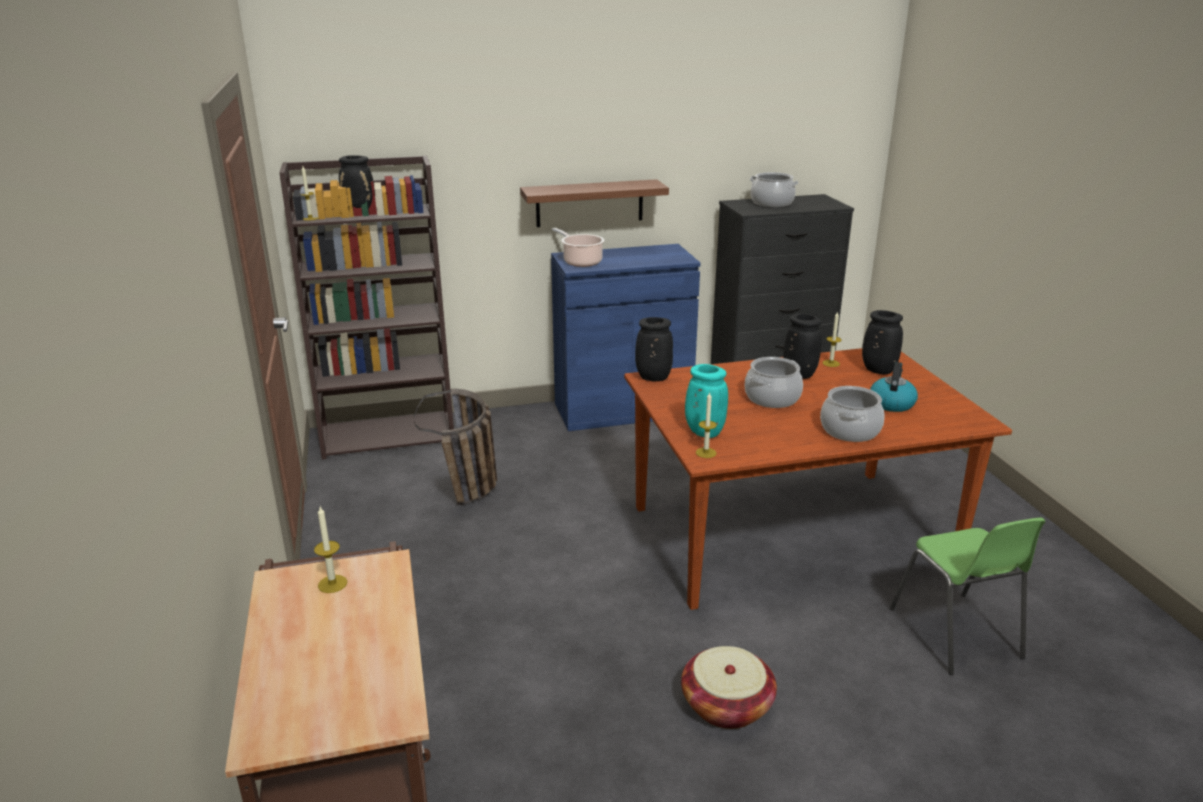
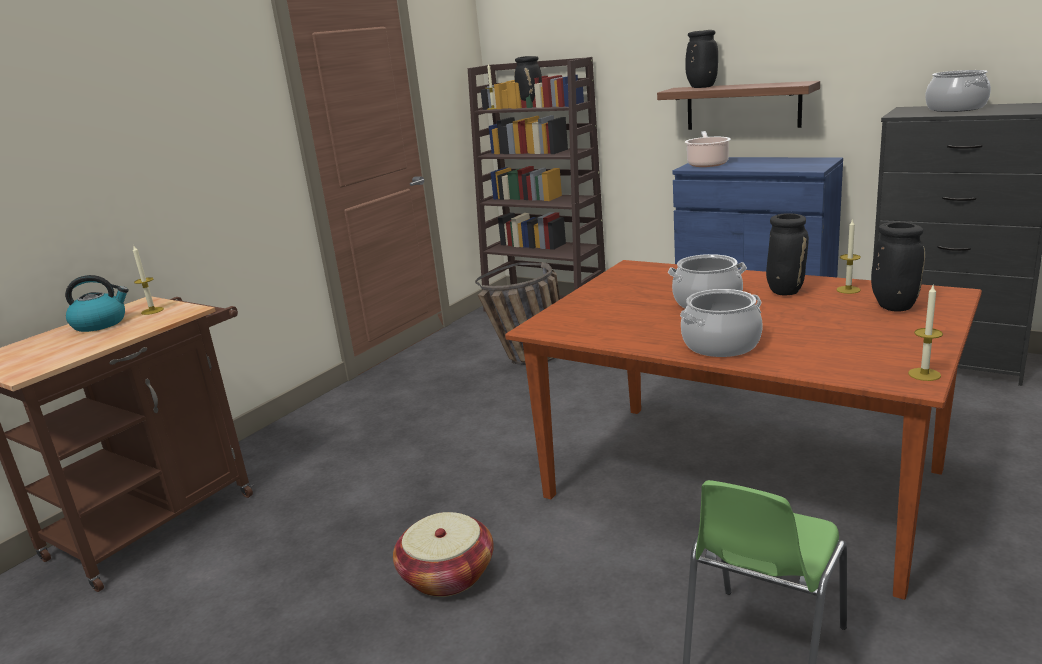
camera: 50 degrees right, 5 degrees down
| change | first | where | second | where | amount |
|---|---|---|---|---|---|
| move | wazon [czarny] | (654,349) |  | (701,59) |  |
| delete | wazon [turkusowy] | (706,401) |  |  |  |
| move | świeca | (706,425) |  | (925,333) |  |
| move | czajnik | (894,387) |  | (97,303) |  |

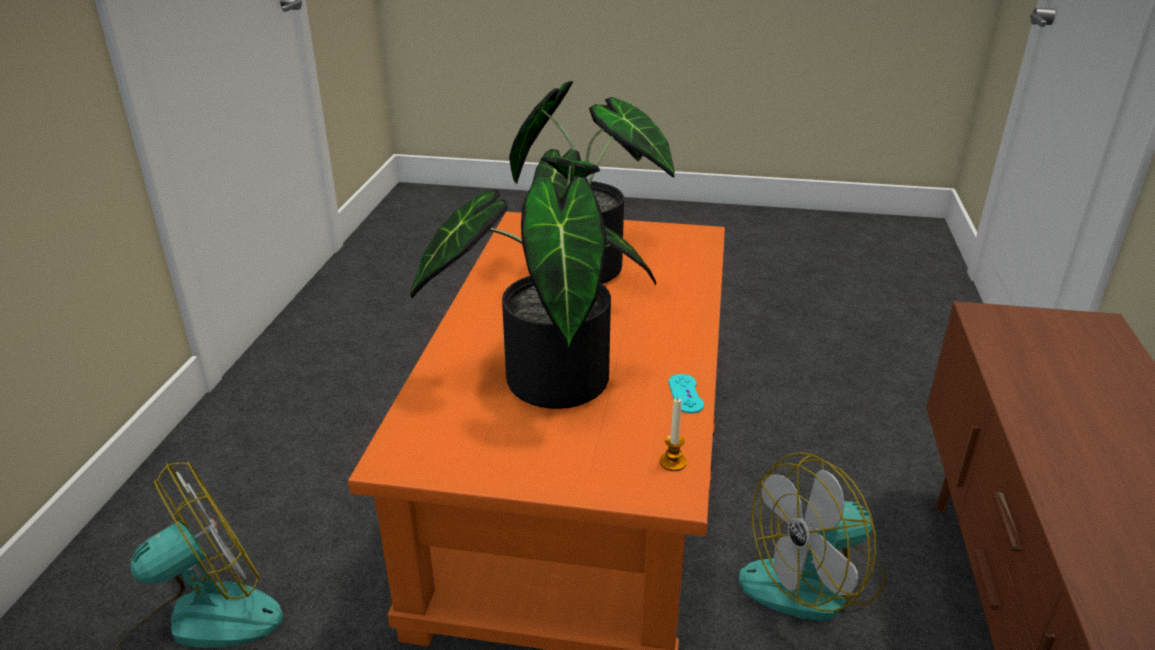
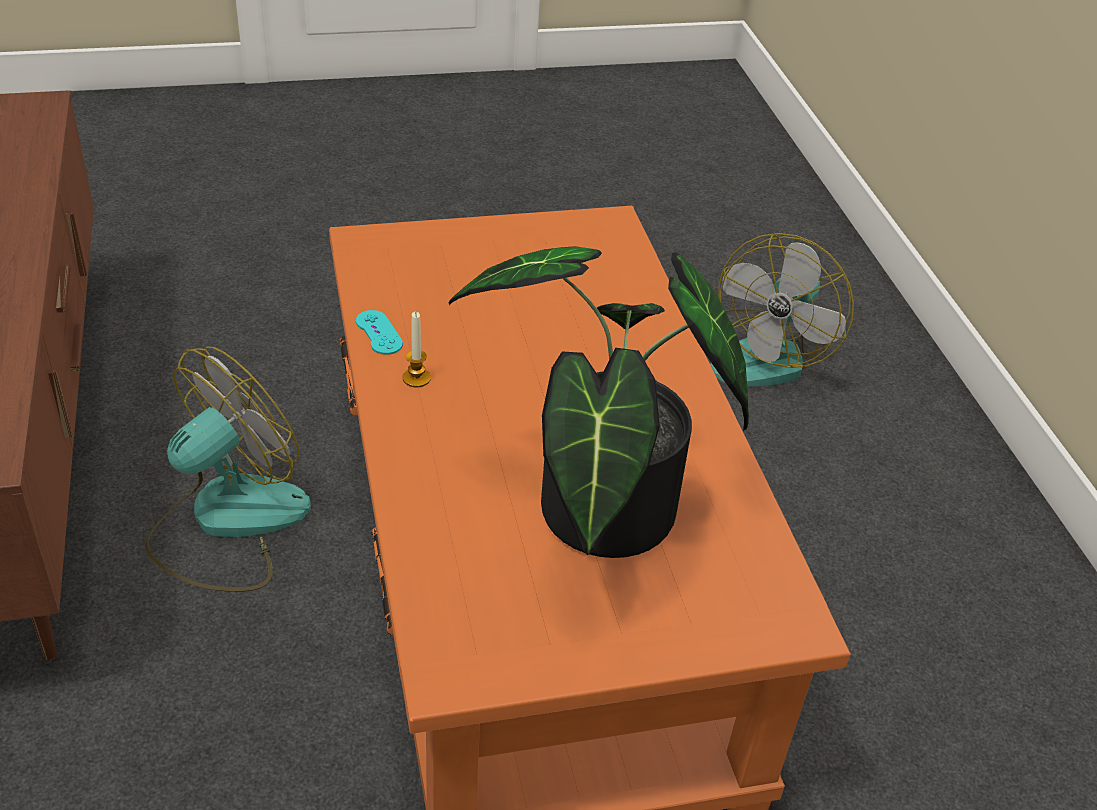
camera: 155 degrees right, 10 degrees up
| change | first | where | second | where | amount |
|---|---|---|---|---|---|
| delete | roślina doniczkowa | (533,282) |  |  |  |
| move | świeca | (673,434) |  | (417,349) |  |

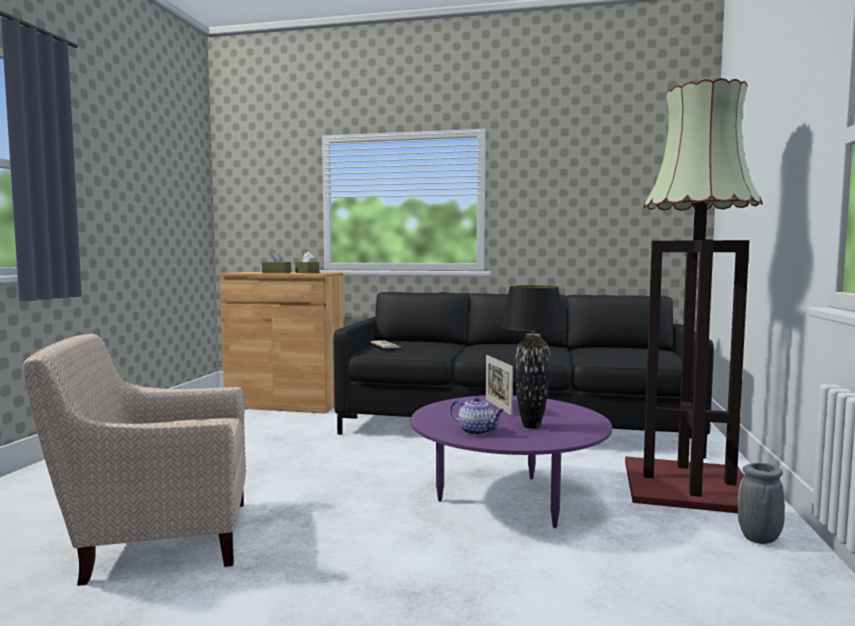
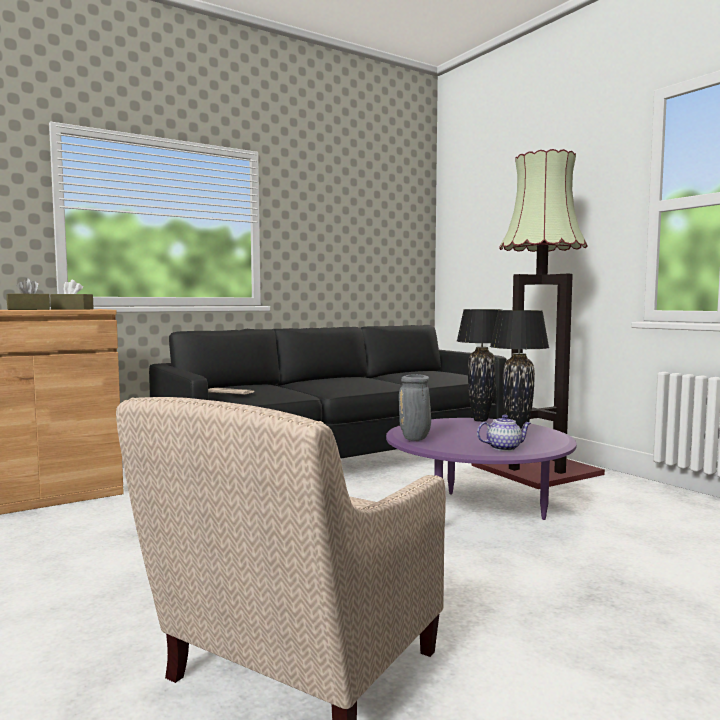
camera: 45 degrees left, 0 degrees up
| change | first | where | second | where | amount |
|---|---|---|---|---|---|
| delete | ramka na zdjęcie | (499,385) |  |  |  |
| move | wazon [szary] | (761,503) |  | (415,407) |  |
| insert |  |  | lampa stołowa [czarny] | (479,365) |  |

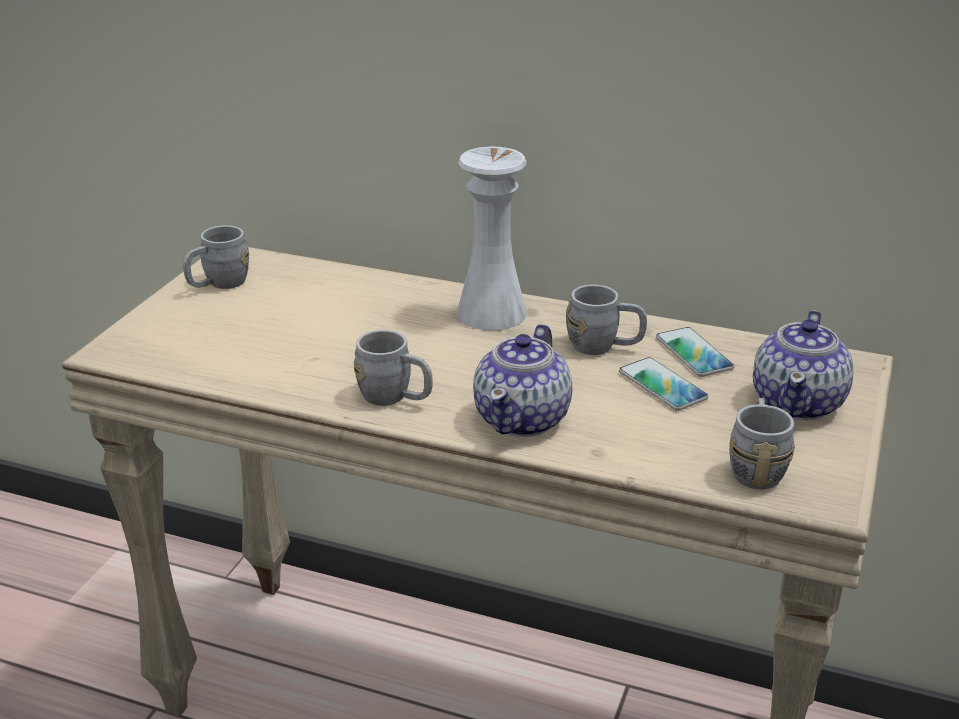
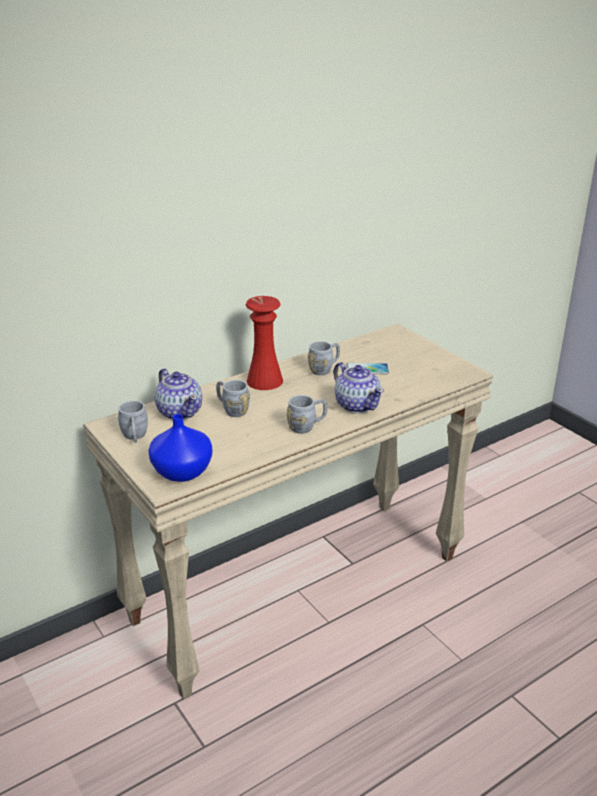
camera: 55 degrees left, 0 degrees up
| change | first | where | second | where | amount |
|---|---|---|---|---|---|
| recolor | wazon [biały] | (491,238) | wazon [czerwony] | (264,343) |  |
| delete | telefon | (695,352) |  |  |  |
| move | kubek [szary] | (762,443) |  | (233,398) |  |
| move | imbryk | (803,365) |  | (178,394) |  |
| insert |  |  | wazon [niebieski] | (180,448) |  |

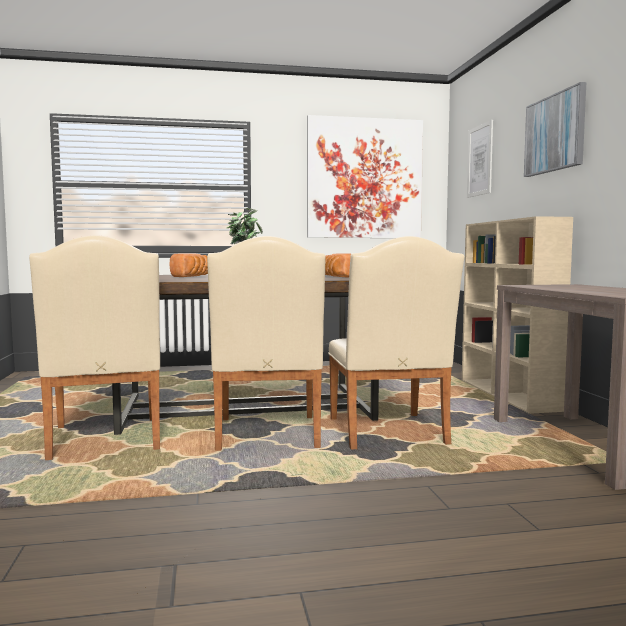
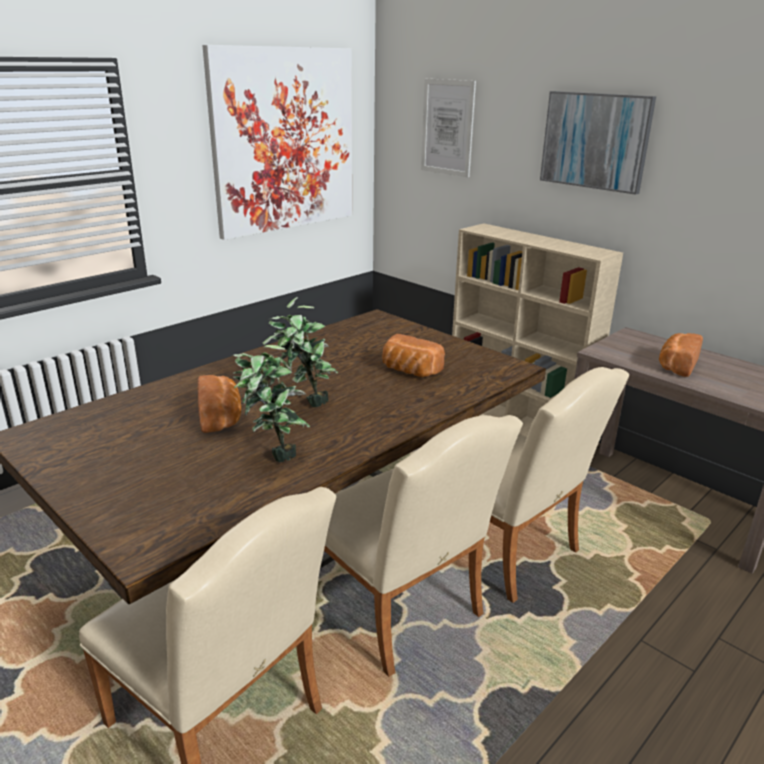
camera: 35 degrees left, 20 degrees up
| change | first | where | second | where | amount |
|---|---|---|---|---|---|
| insert |  |  | roślina doniczkowa | (270,397) |  |
| insert |  |  | chleb | (681,355) |  |

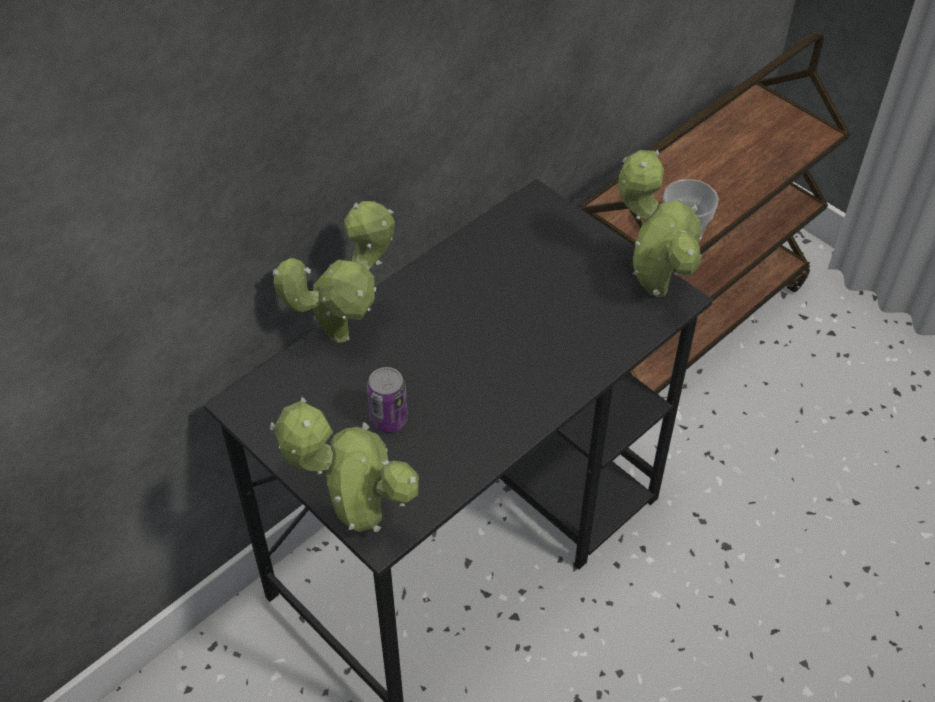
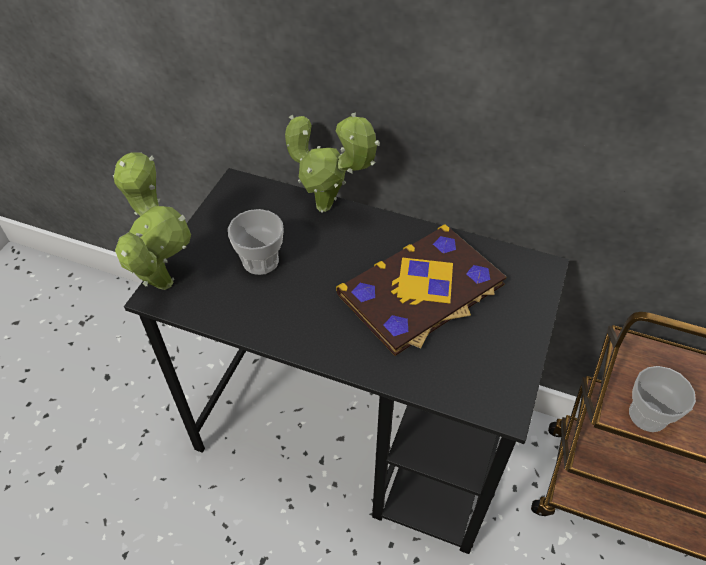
camera: 65 degrees right, 0 degrees up
| change | first | where | second | where | amount |
|---|---|---|---|---|---|
| replace | puszka | (387,400) | filiżanka | (256,242) |  |
| delete | roślina doniczkowa | (660,223) |  |  |  |
| insert |  |  | książka | (421,290) |  |

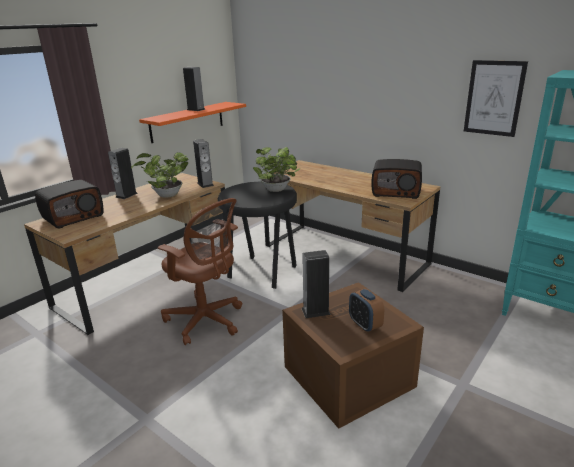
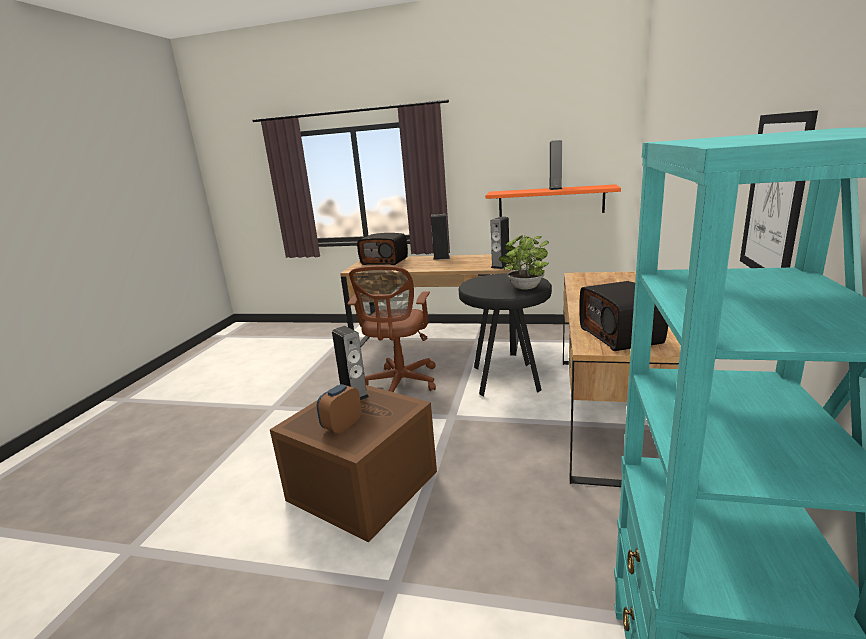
camera: 65 degrees right, 5 degrees down
| change | first | where | second | where | amount |
|---|---|---|---|---|---|
| delete | roślina doniczkowa | (160,175) |  |  |  |

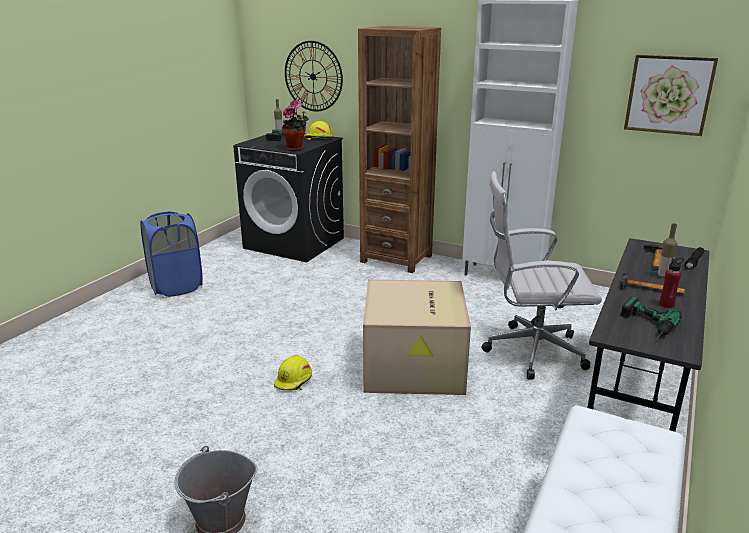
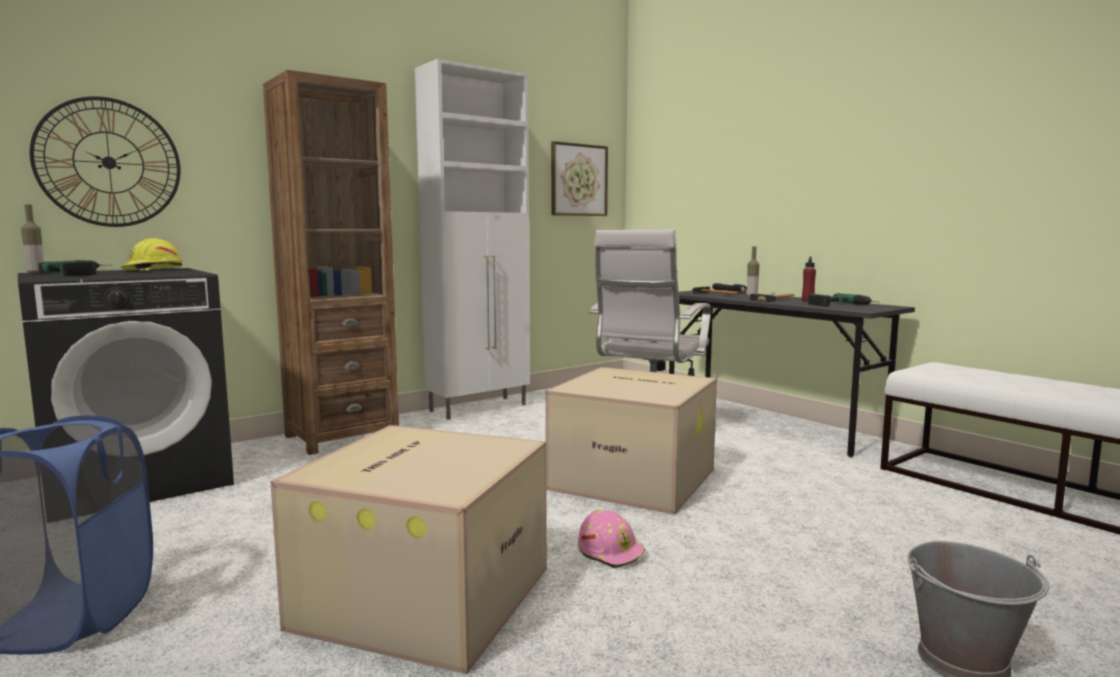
camera: 65 degrees left, 15 degrees down
| change | first | where | second | where | amount |
|---|---|---|---|---|---|
| recolor | kask [żółty] | (293,372) | kask [różowy] | (612,539) |  |
| delete | roślina doniczkowa | (295,125) |  |  |  |
| insert |  |  | karton | (408,549) |  |

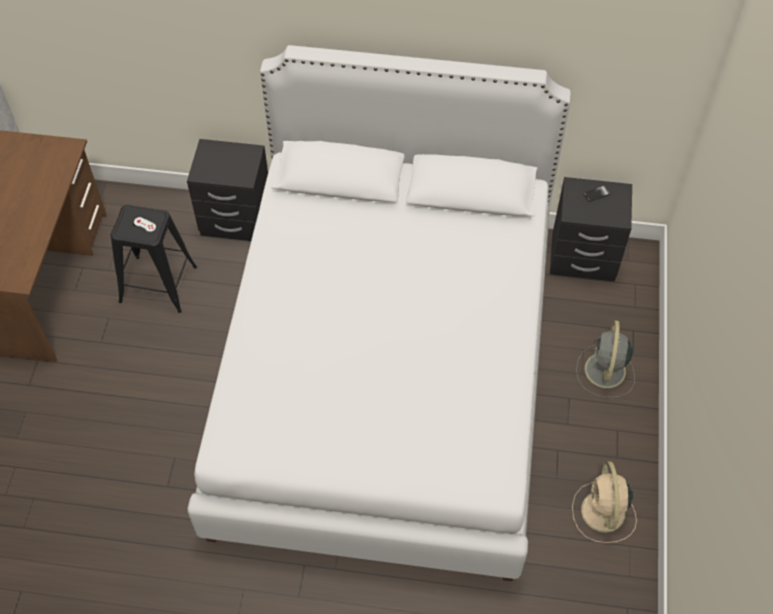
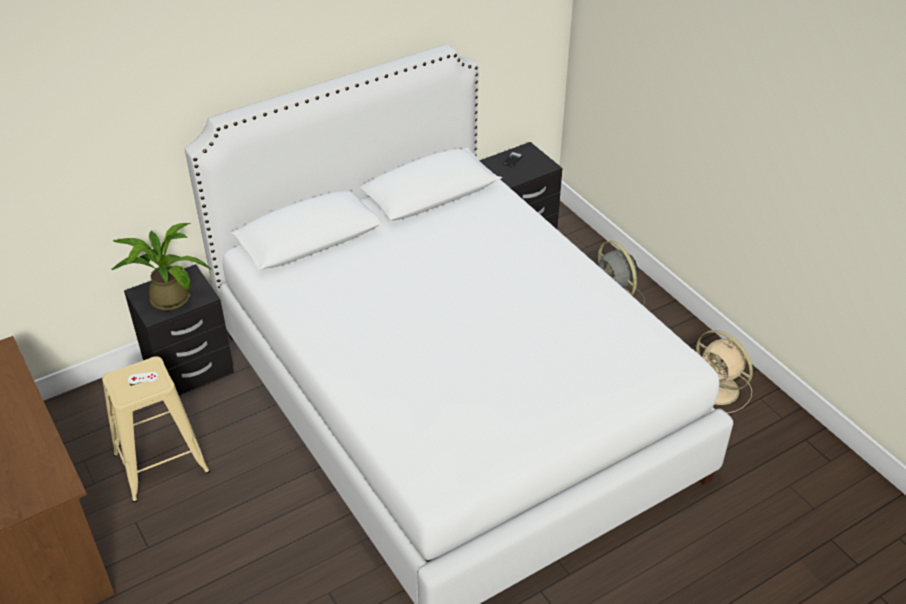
camera: 40 degrees left, 15 degrees down
| change | first | where | second | where | amount |
|---|---|---|---|---|---|
| recolor | stołek [czarny] | (154,259) | stołek [beżowy] | (156,429) |  |
| insert |  |  | roślina doniczkowa | (162,267) |  |

